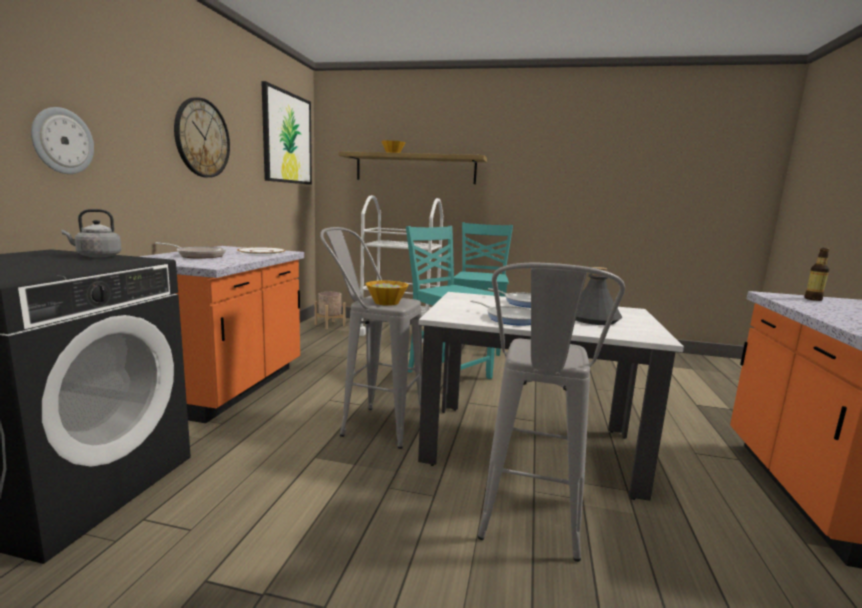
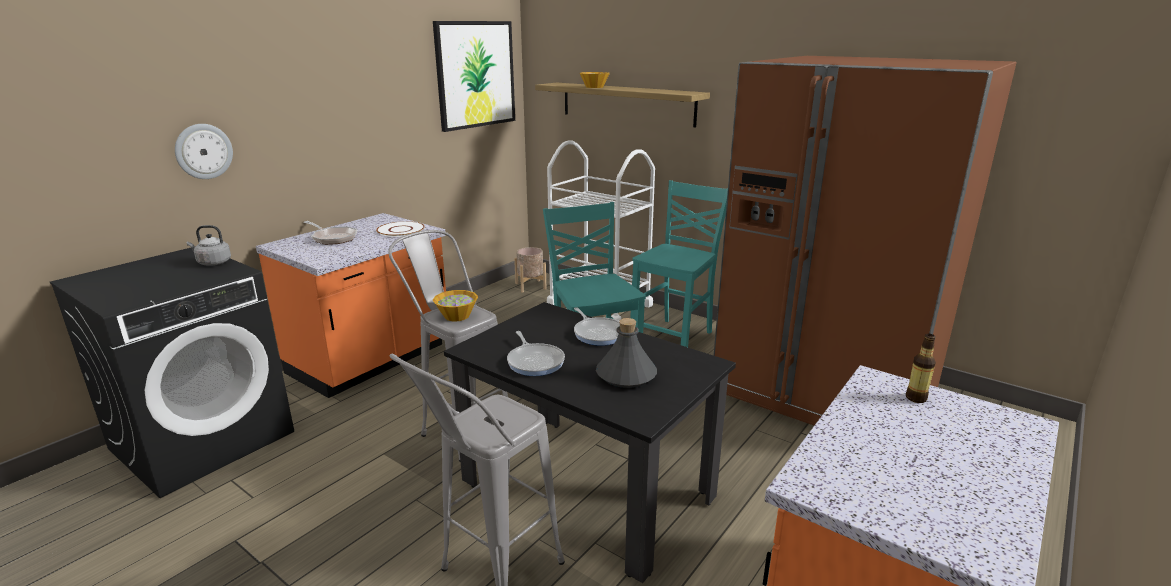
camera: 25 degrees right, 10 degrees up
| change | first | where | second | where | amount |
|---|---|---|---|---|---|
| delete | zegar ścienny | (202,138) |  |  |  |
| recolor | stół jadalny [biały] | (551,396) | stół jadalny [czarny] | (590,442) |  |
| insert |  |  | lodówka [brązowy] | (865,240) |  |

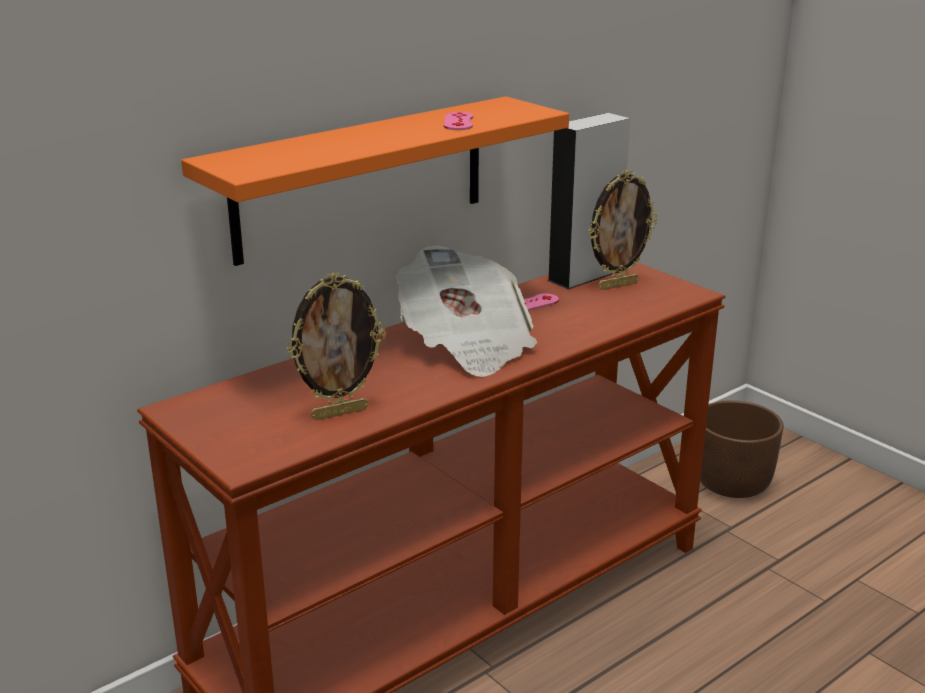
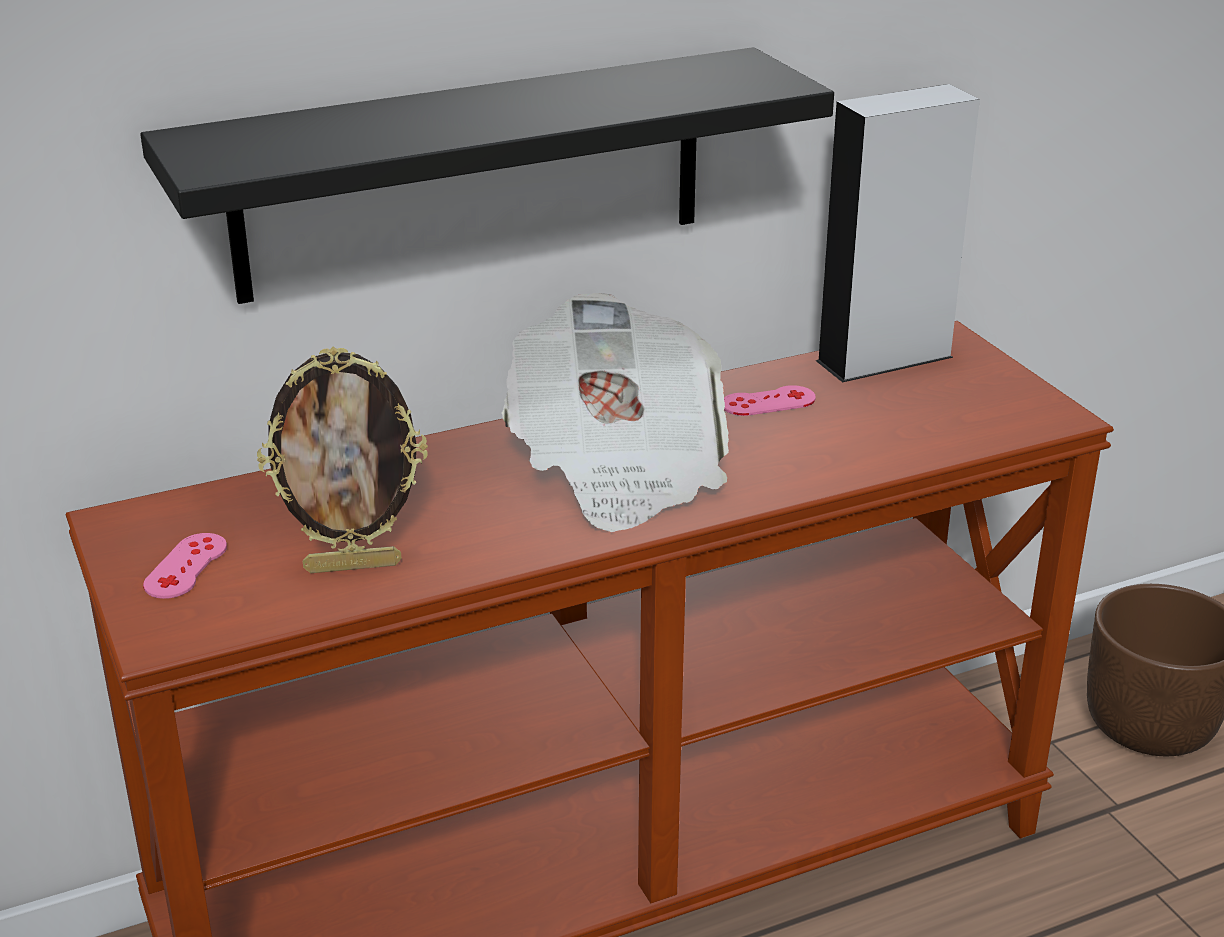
camera: 15 degrees right, 5 degrees up
| change | first | where | second | where | amount |
|---|---|---|---|---|---|
| recolor | półka [pomarańczowy] | (375,181) | półka [czarny] | (487,175) |  |
| move | pad do gier [różowy] | (458,121) |  | (185,566) |  |
| delete | ramka na zdjęcie | (622,230) |  |  |  |

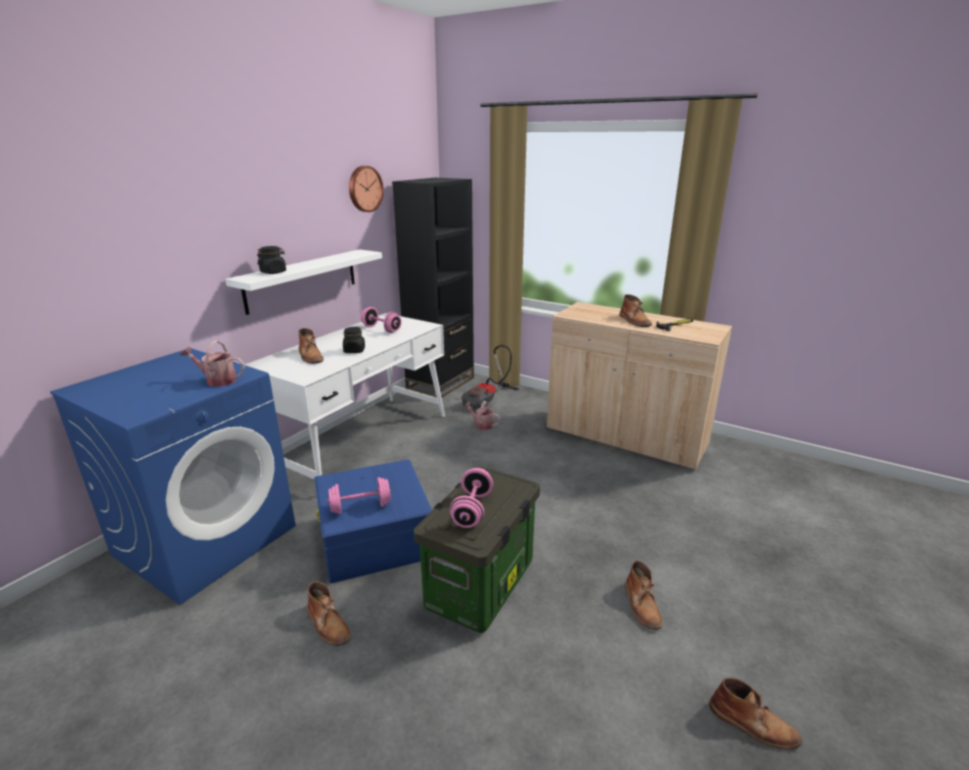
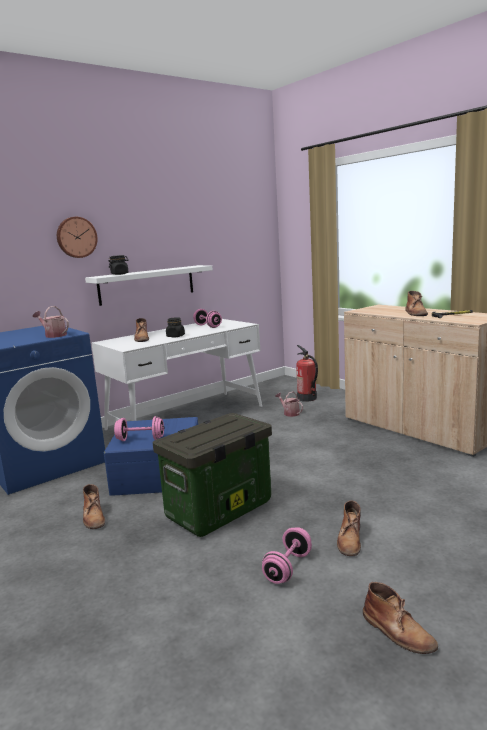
camera: 20 degrees right, 10 degrees down
| change | first | where | second | where | amount |
|---|---|---|---|---|---|
| move | zegar ścienny | (366,189) |  | (77,237) |  |
| delete | regał [czarny] | (433,288) |  |  |  |
| move | hantel [różowy] | (471,498) |  | (287,555) |  |
| replace | odkurzacz | (490,377) | gaśnica | (307,373) |  |

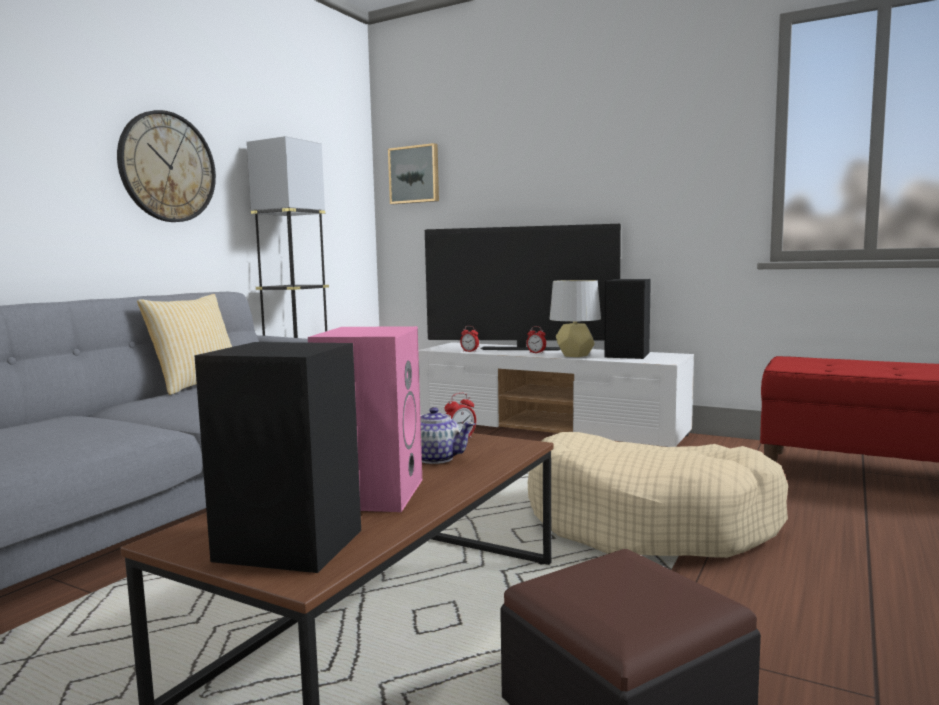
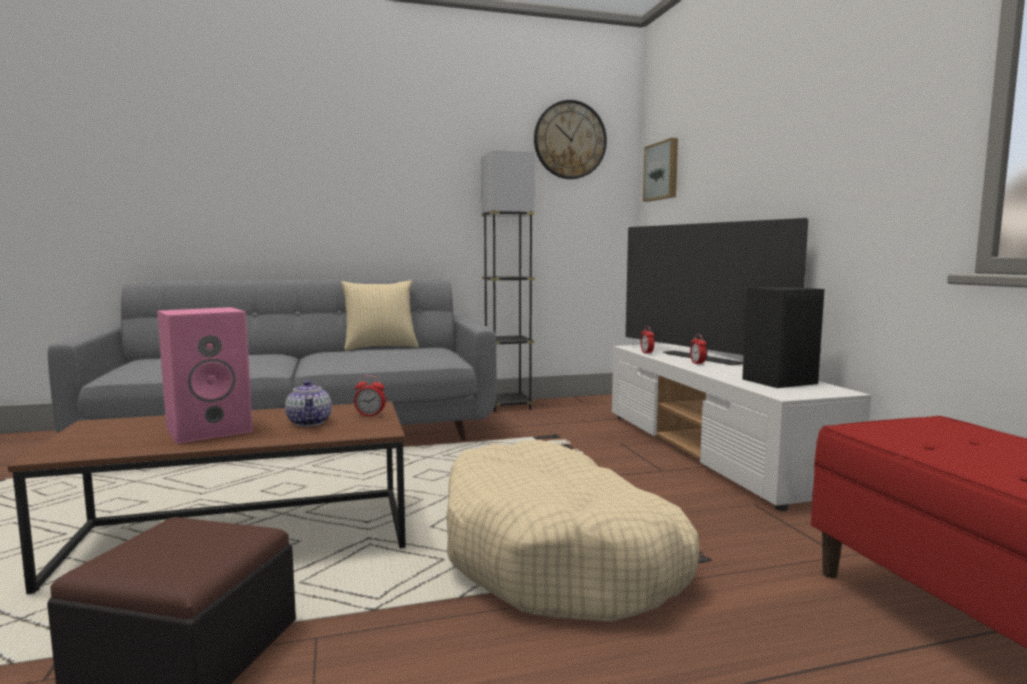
camera: 45 degrees right, 0 degrees up
| change | first | where | second | where | amount |
|---|---|---|---|---|---|
| move | zegar ścienny | (166,166) |  | (570,139) |  |
| delete | głośnik [czarny] | (277,457) |  |  |  |
| delete | lampa stołowa [szary] | (575,318) |  |  |  |

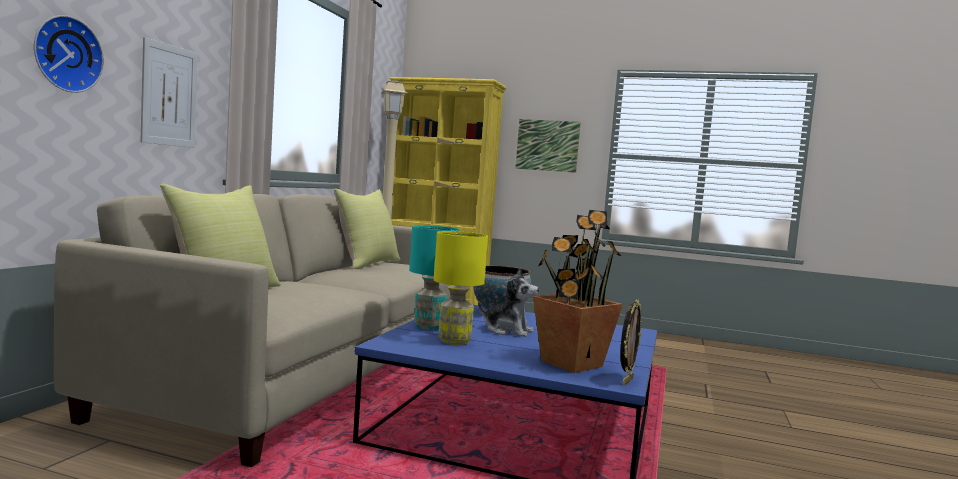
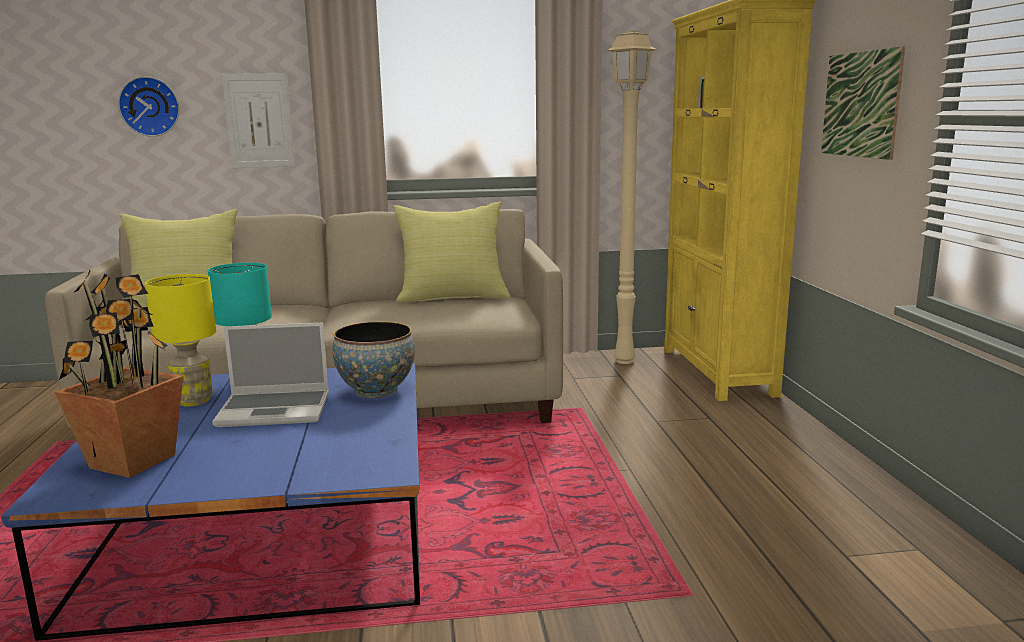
camera: 65 degrees right, 10 degrees up
| change | first | where | second | where | amount |
|---|---|---|---|---|---|
| replace | pluszak | (508,302) | laptop | (270,374) |  |
| delete | ramka na zdjęcie | (630,342) |  |  |  |

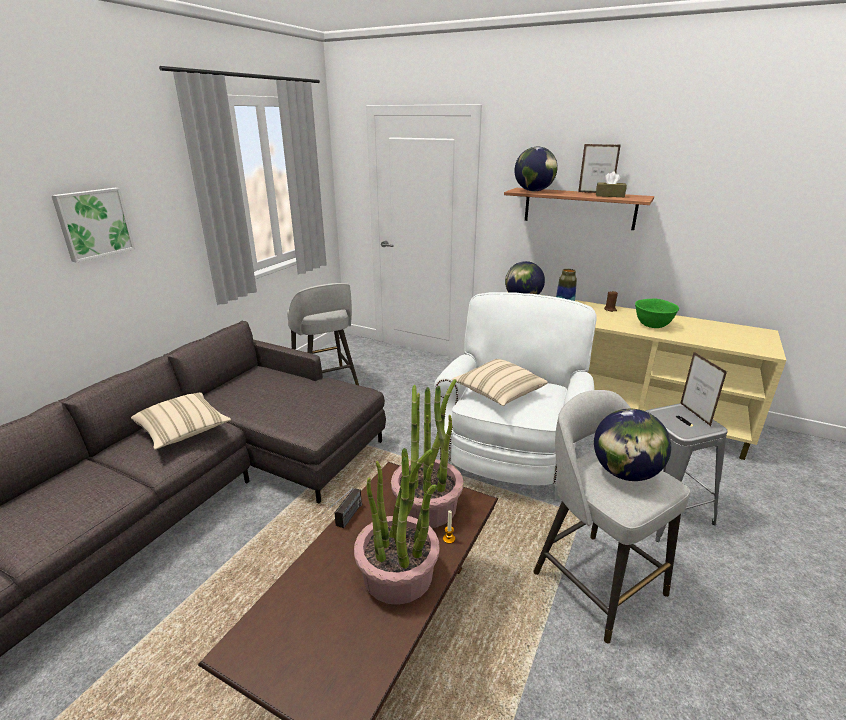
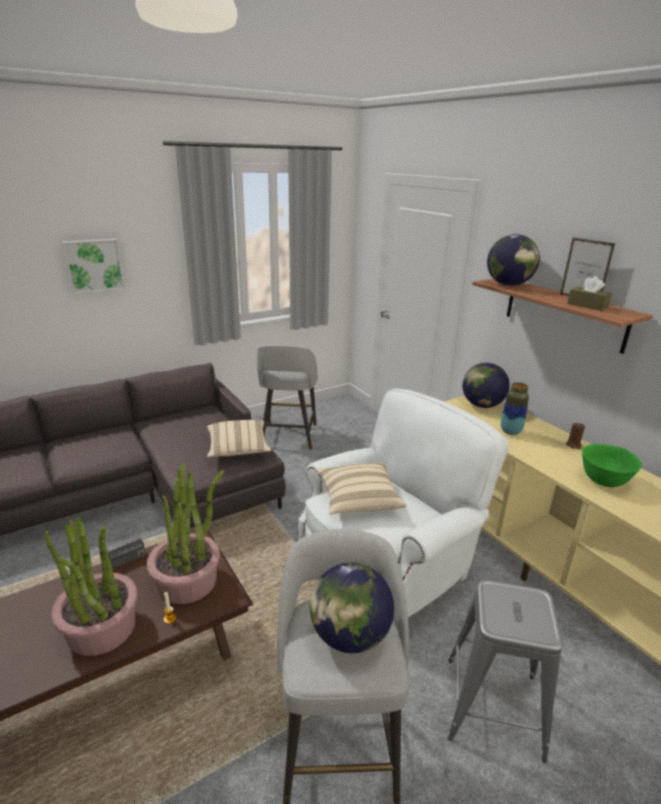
camera: 30 degrees right, 0 degrees up
| change | first | where | second | where | amount |
|---|---|---|---|---|---|
| move | poduszka [beżowy] | (181,421) |  | (239,438) |  |
| delete | ramka na zdjęcie | (703,389) |  |  |  |

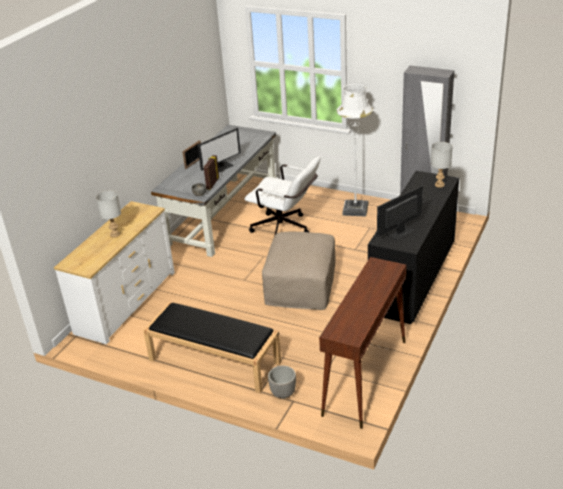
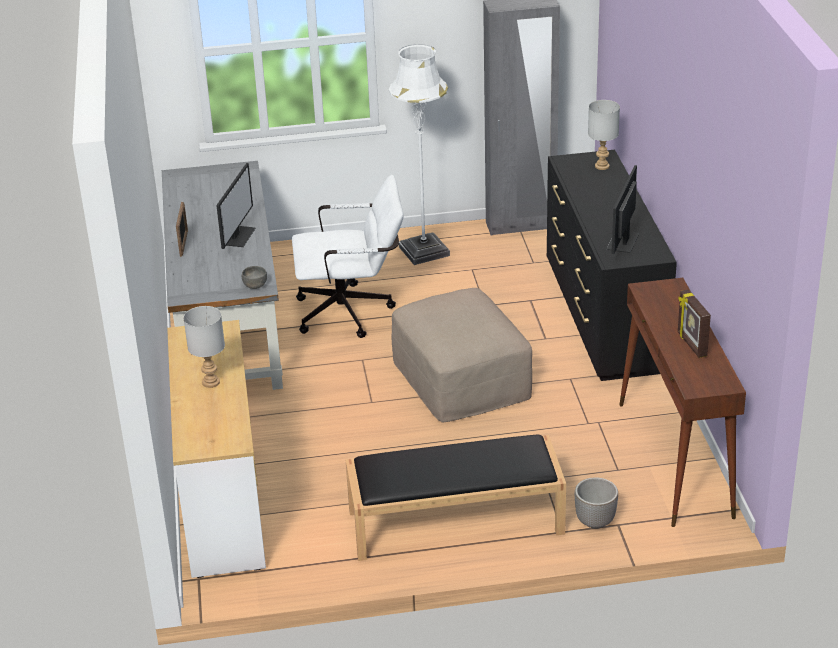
camera: 35 degrees left, 0 degrees up
| change | first | where | second | where | amount |
|---|---|---|---|---|---|
| move | ramka na zdjęcie | (211,172) |  | (694,323) |  |

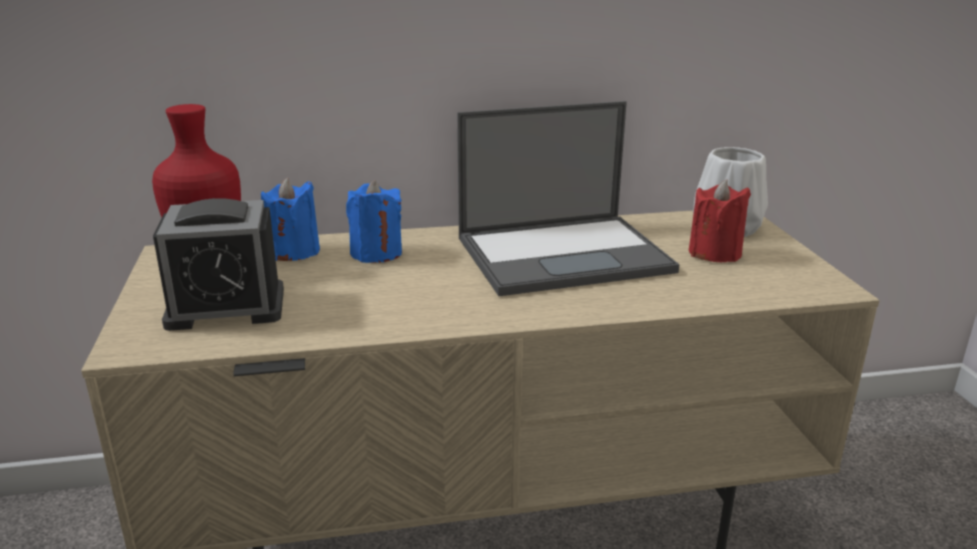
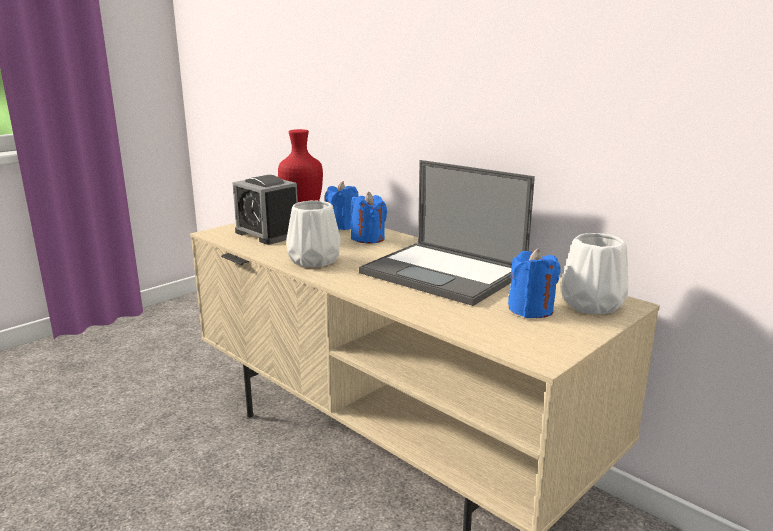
camera: 55 degrees right, 5 degrees down
| change | first | where | second | where | amount |
|---|---|---|---|---|---|
| recolor | świeca [czerwony] | (720,220) | świeca [niebieski] | (534,283) |  |
| insert |  |  | wazon [biały] | (313,233) |  |

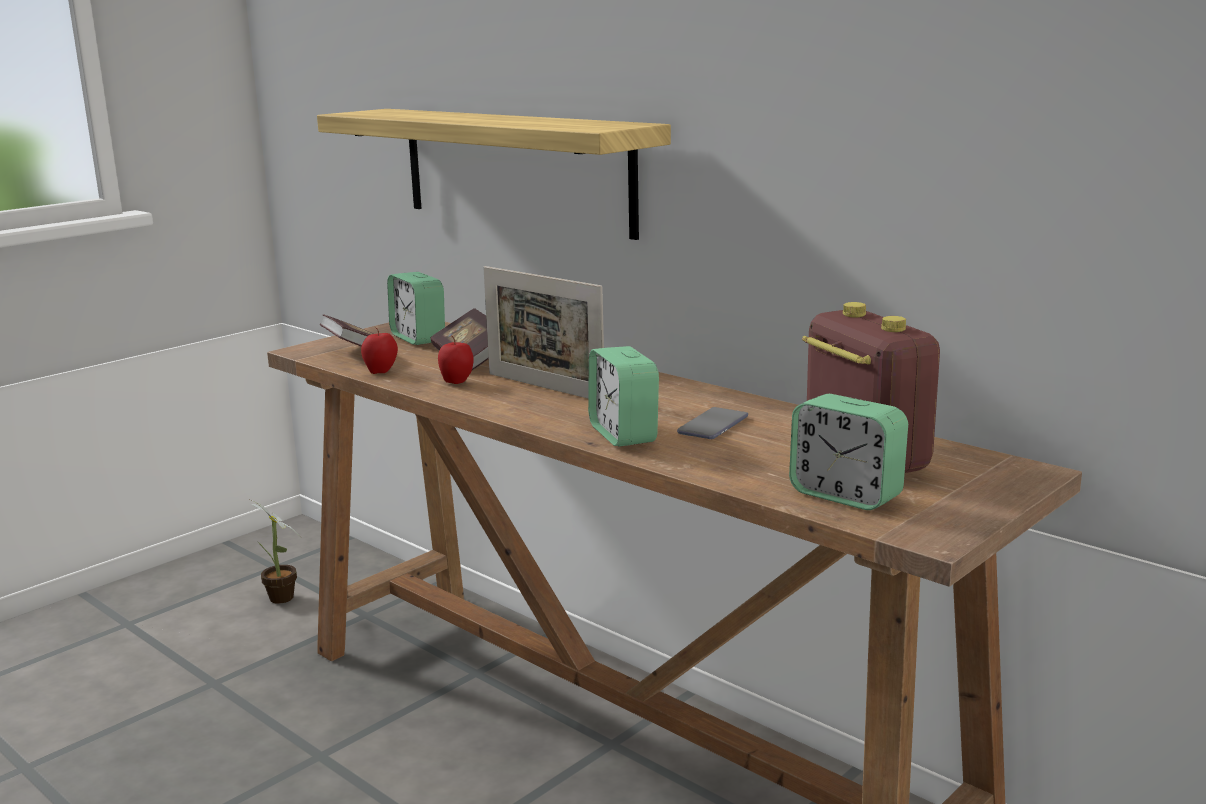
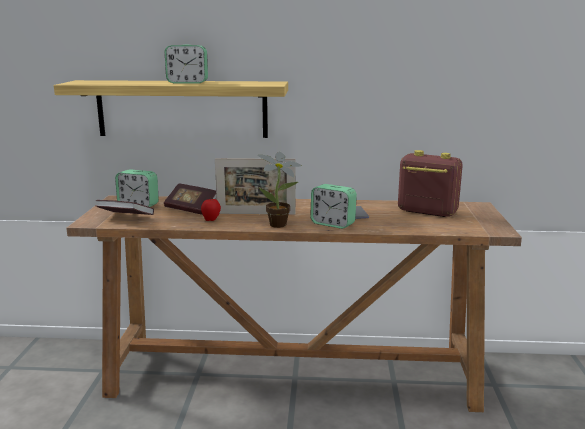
camera: 40 degrees left, 0 degrees up
| change | first | where | second | where | amount |
|---|---|---|---|---|---|
| move | roślina doniczkowa | (275,553) |  | (280,190) |  |
| delete | jabłko | (379,350) |  |  |  |
| move | budzik | (848,452) |  | (186,64) |  |

